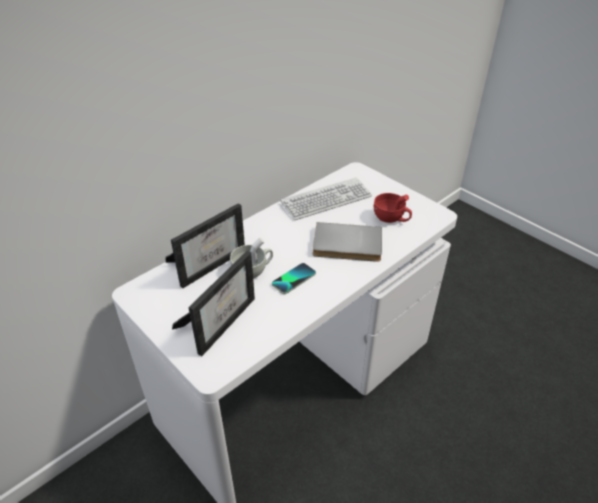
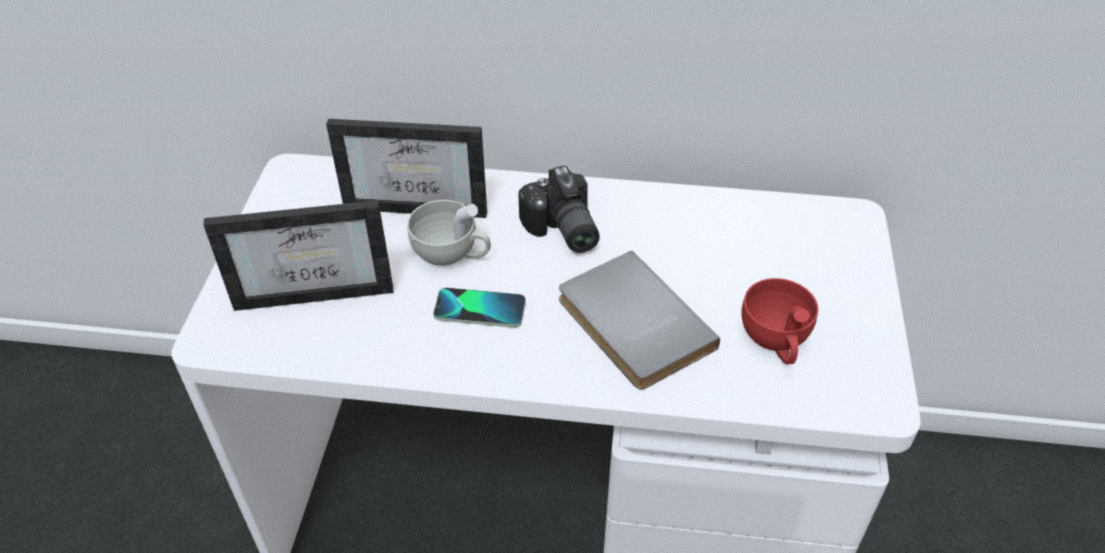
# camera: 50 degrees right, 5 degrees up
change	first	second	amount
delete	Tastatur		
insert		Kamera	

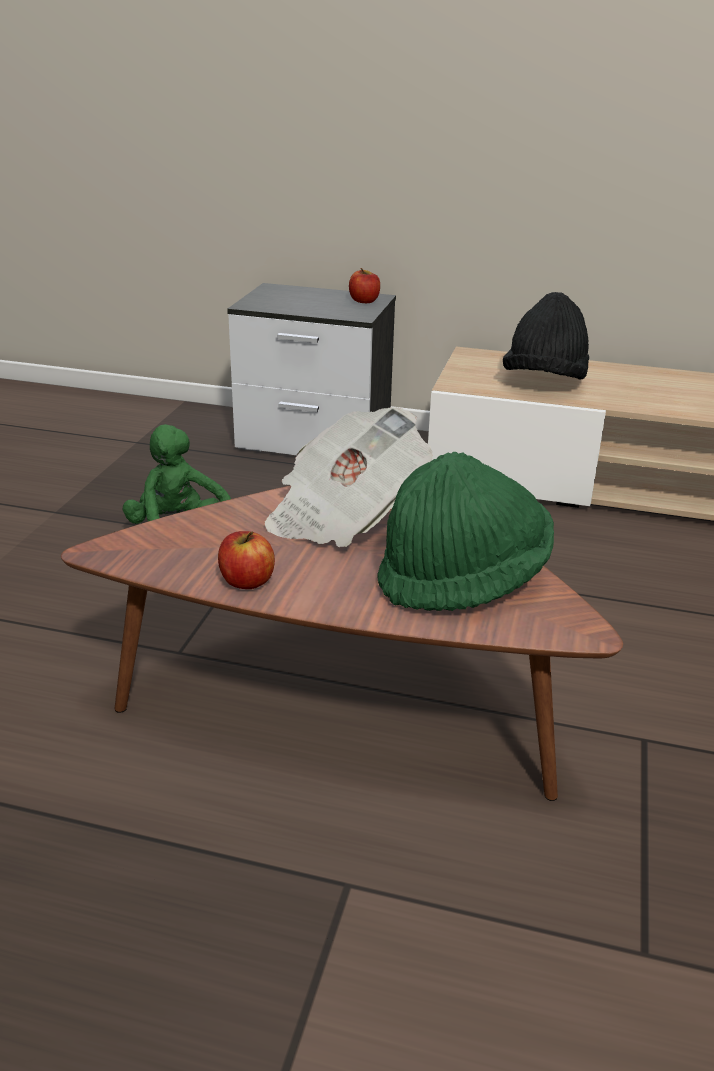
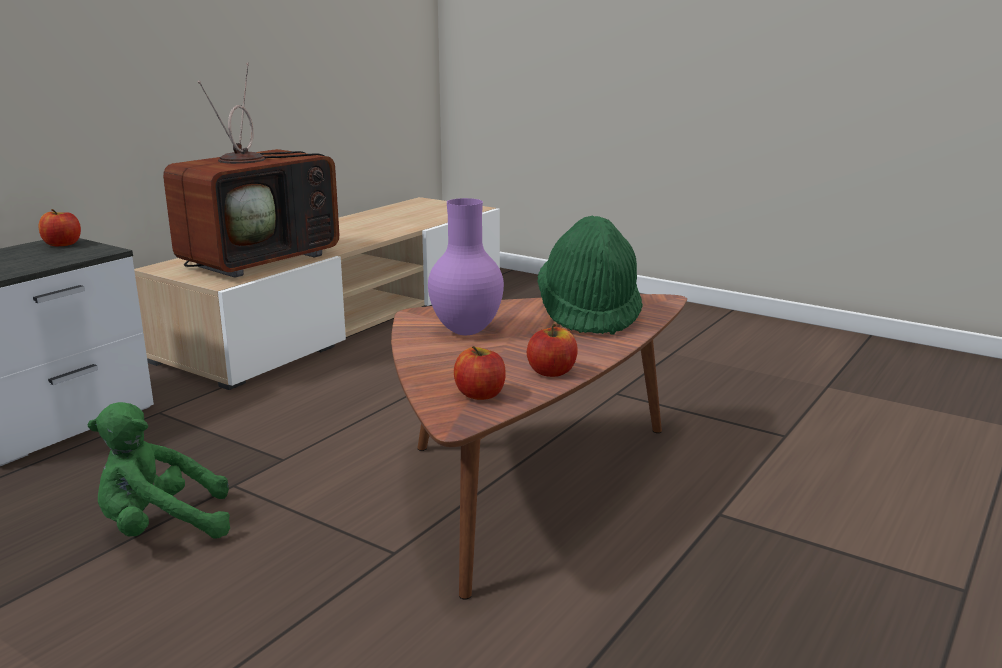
# camera: 70 degrees left, 10 degrees down
change	first	second	amount
insert		Apfel (2nd from left)	
replace	Zeitung	Vase (lila)	
replace	Hut (schwarz)	Fernseher	

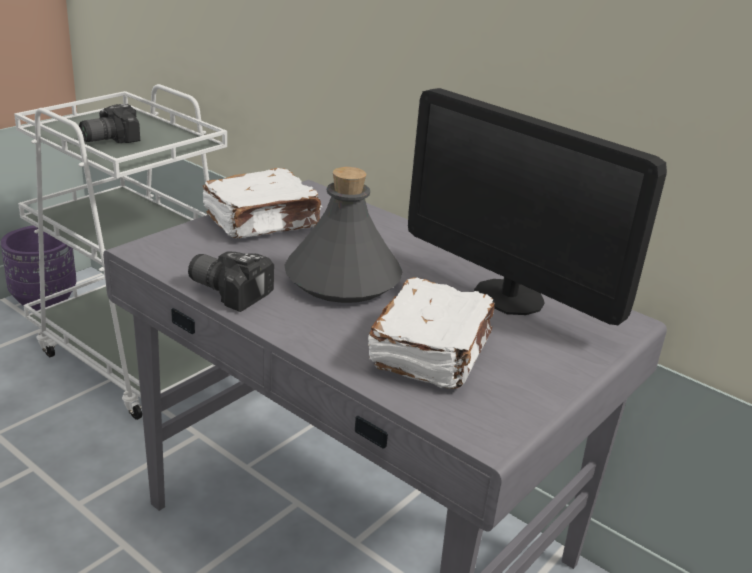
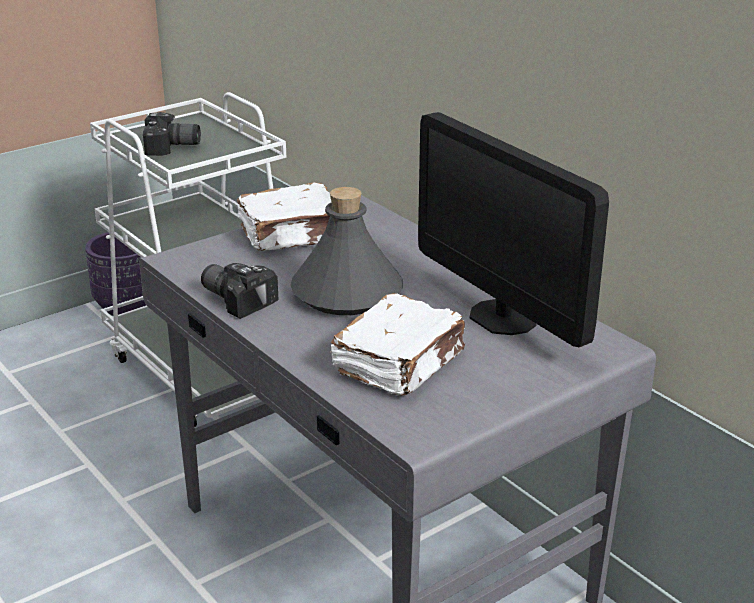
# camera: 15 degrees right, 0 degrees up
change	first	second	amount
rotate	Kamera (1st from left)		150 degrees counterclockwise

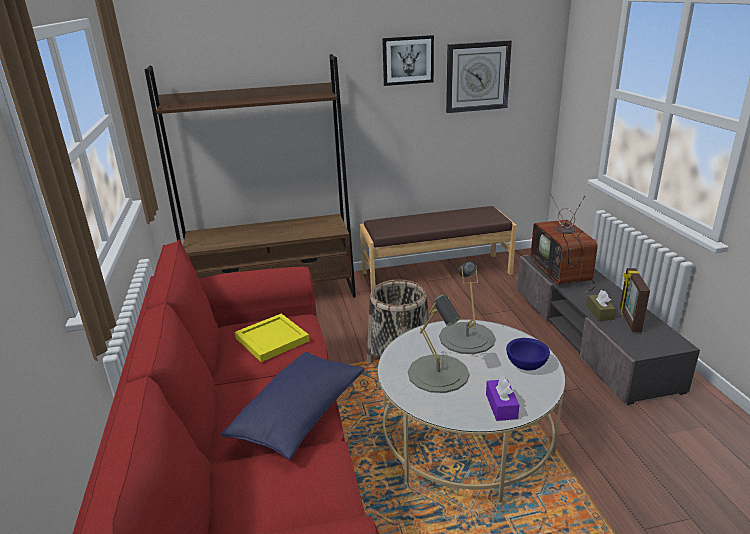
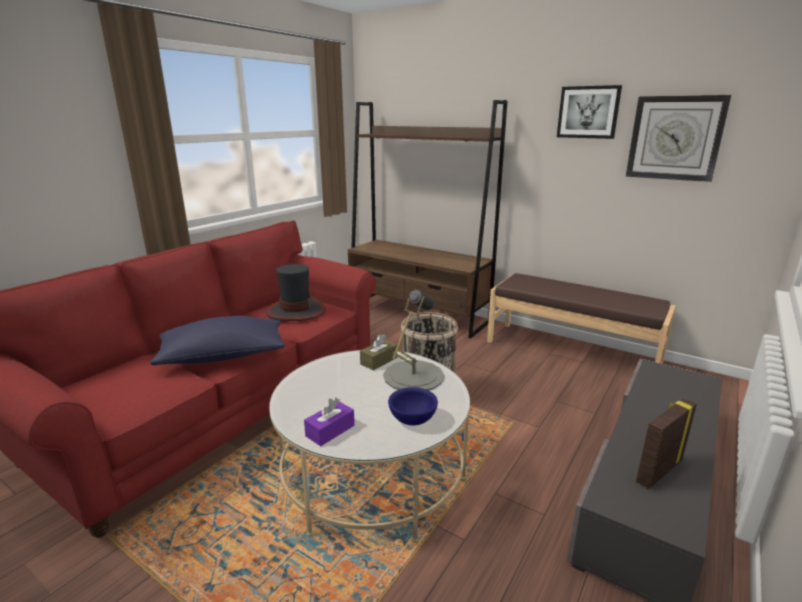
# camera: 45 degrees right, 5 degrees down
change	first	second	amount
delete	Tischlampe (grau) (1st from left)		
delete	Fernseher		
move	Taschentuchbox (braun)		
replace	Tablett (gelb)	Hut	

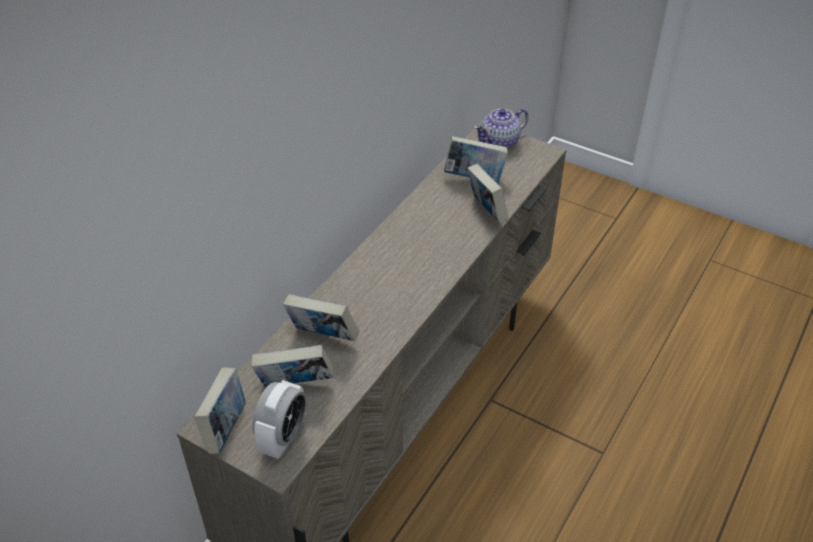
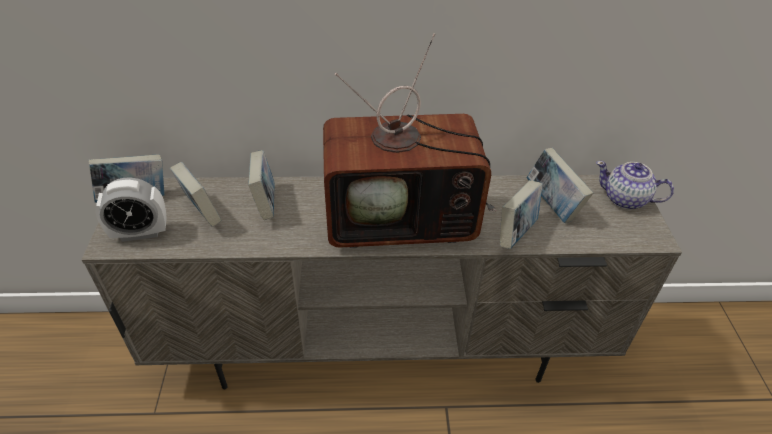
# camera: 55 degrees right, 0 degrees up
change	first	second	amount
insert		Fernseher	

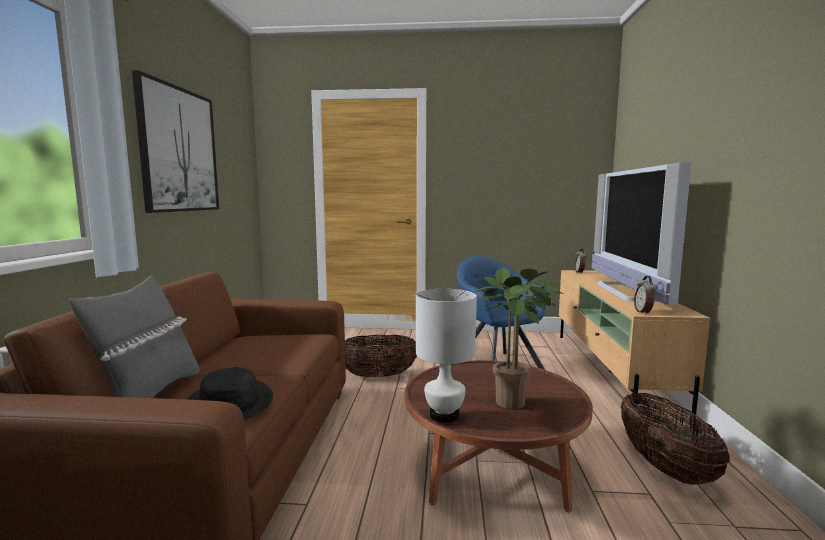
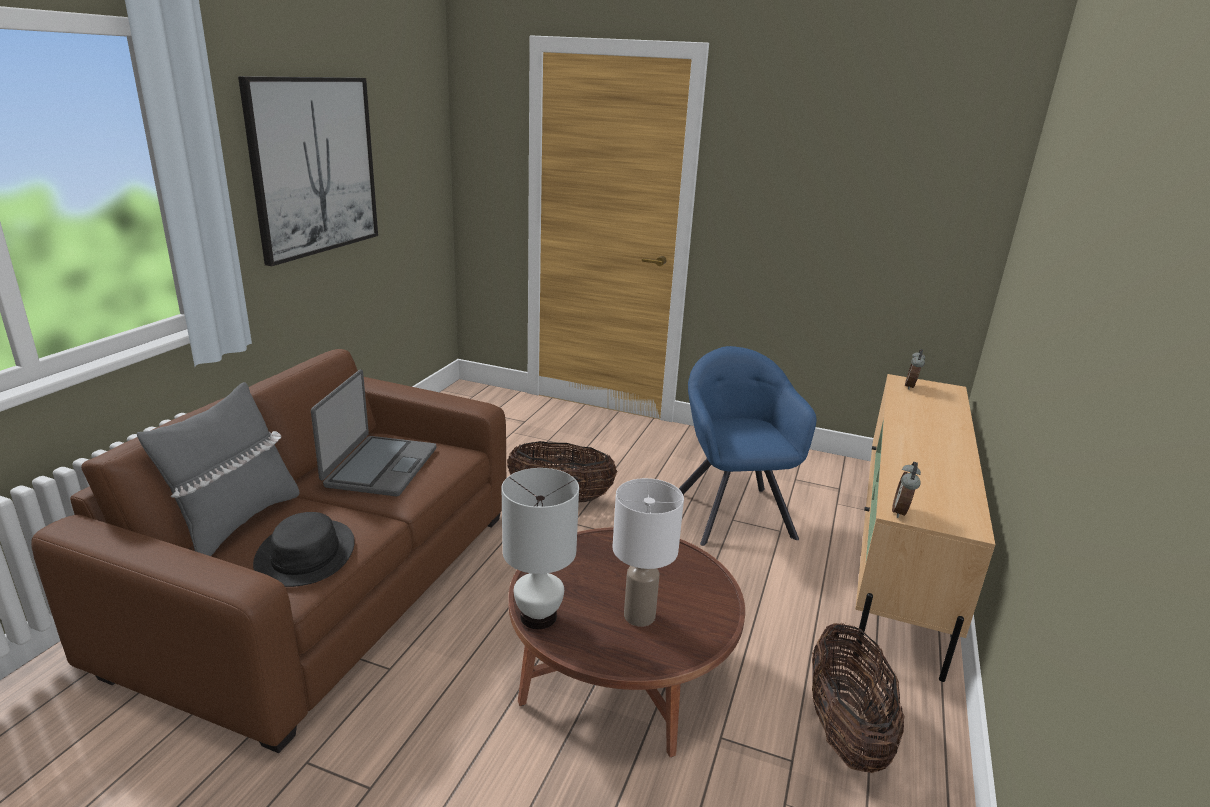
# camera: 15 degrees right, 15 degrees up
change	first	second	amount
delete	Fernseher		
insert		Laptop	
replace	Topfpflanze	Tischlampe (weiß) (2nd from left)	

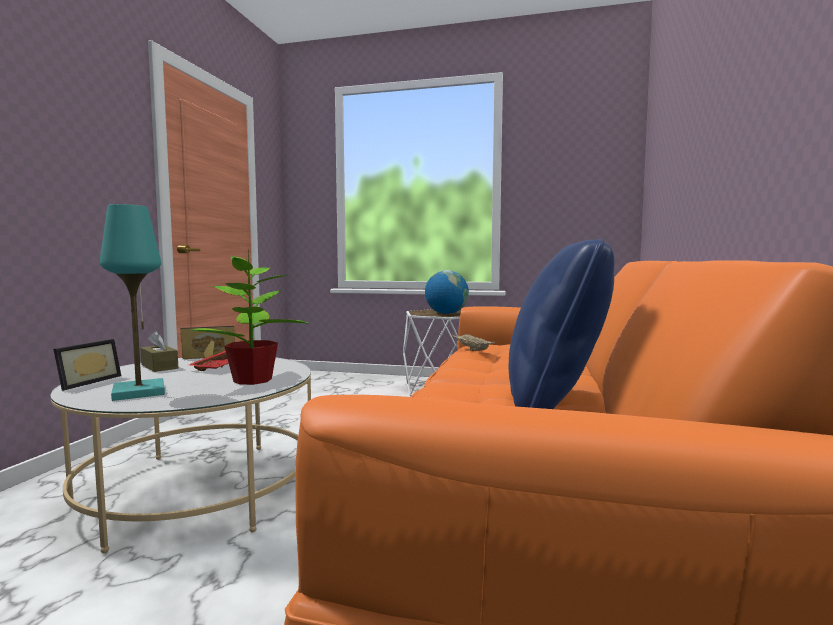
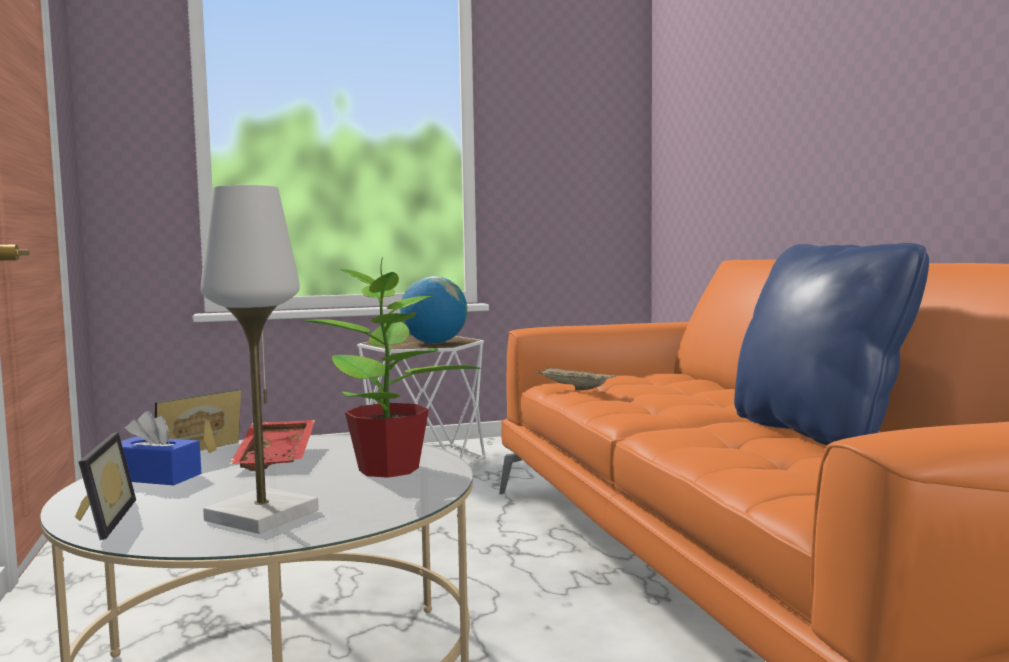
# camera: 30 degrees left, 0 degrees up
change	first	second	amount
recolor	Tischlampe (türkis)	Tischlampe (weiß)	
recolor	Taschentuchbox (braun)	Taschentuchbox (blau)	

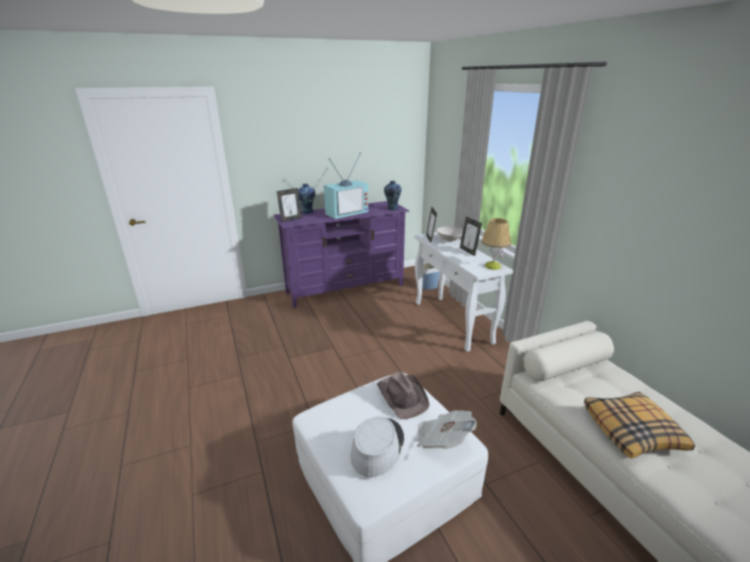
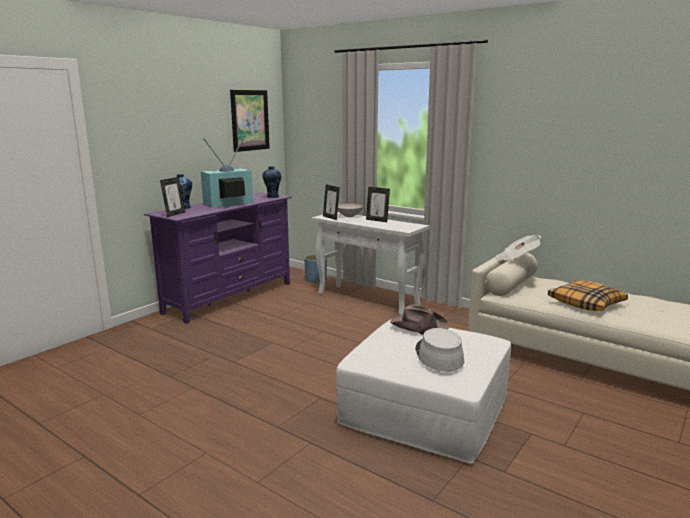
# camera: 30 degrees left, 10 degrees down
change	first	second	amount
delete	Tischlampe		
insert		Bild	
move	Zeitung		
rotate	Fernseher		150 degrees counterclockwise

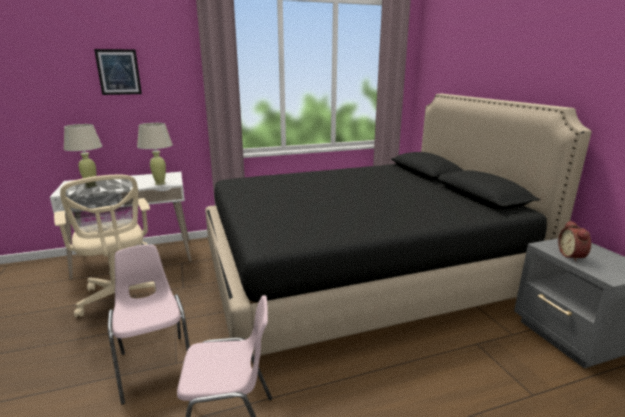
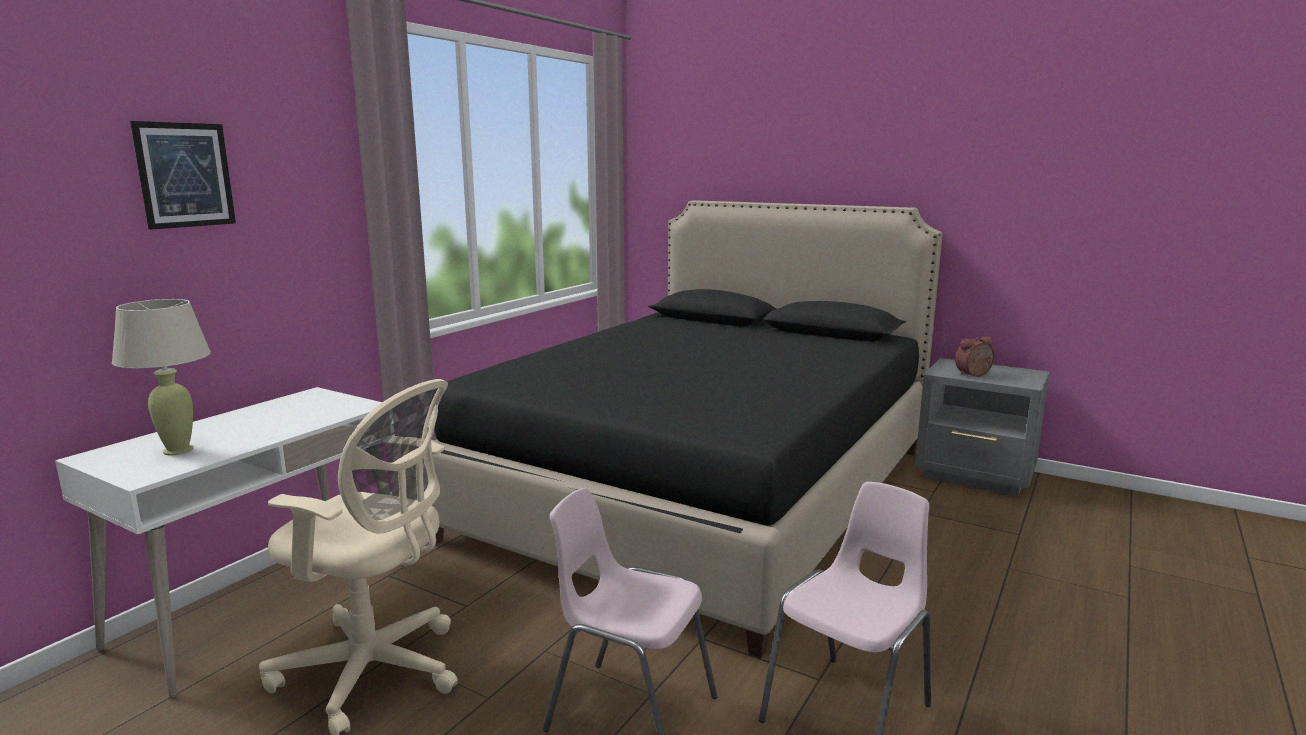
# camera: 40 degrees left, 5 degrees down
change	first	second	amount
delete	Tischlampe (beige) (2nd from left)		
rotate	Wecker		105 degrees clockwise

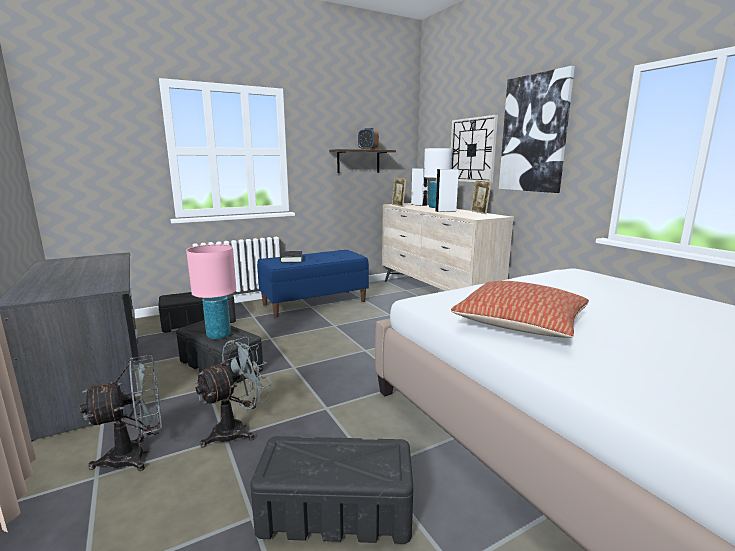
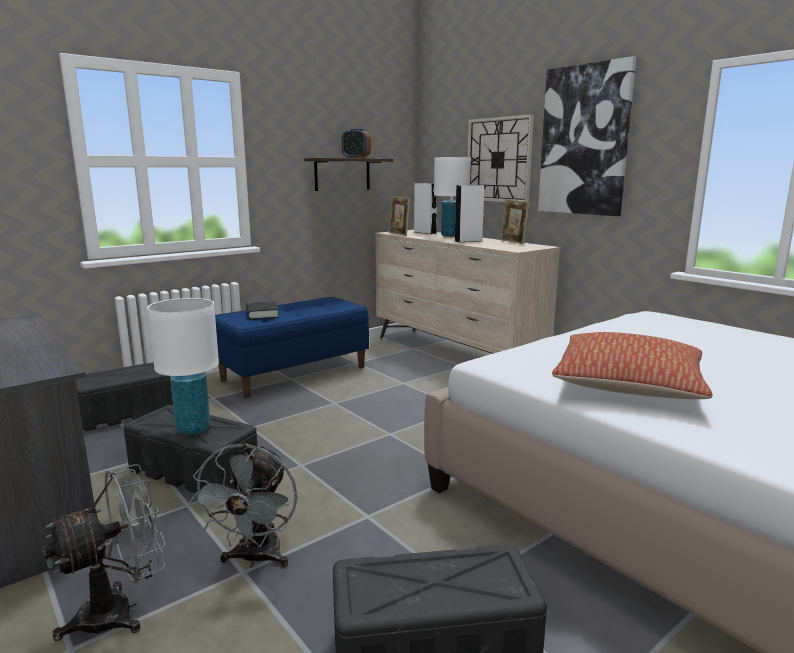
# camera: 10 degrees left, 0 degrees up
change	first	second	amount
recolor	Tischlampe (rosa)	Tischlampe (weiß) (1st from left)	
rotate	Ventilator (grau) (2nd from left)		150 degrees clockwise

